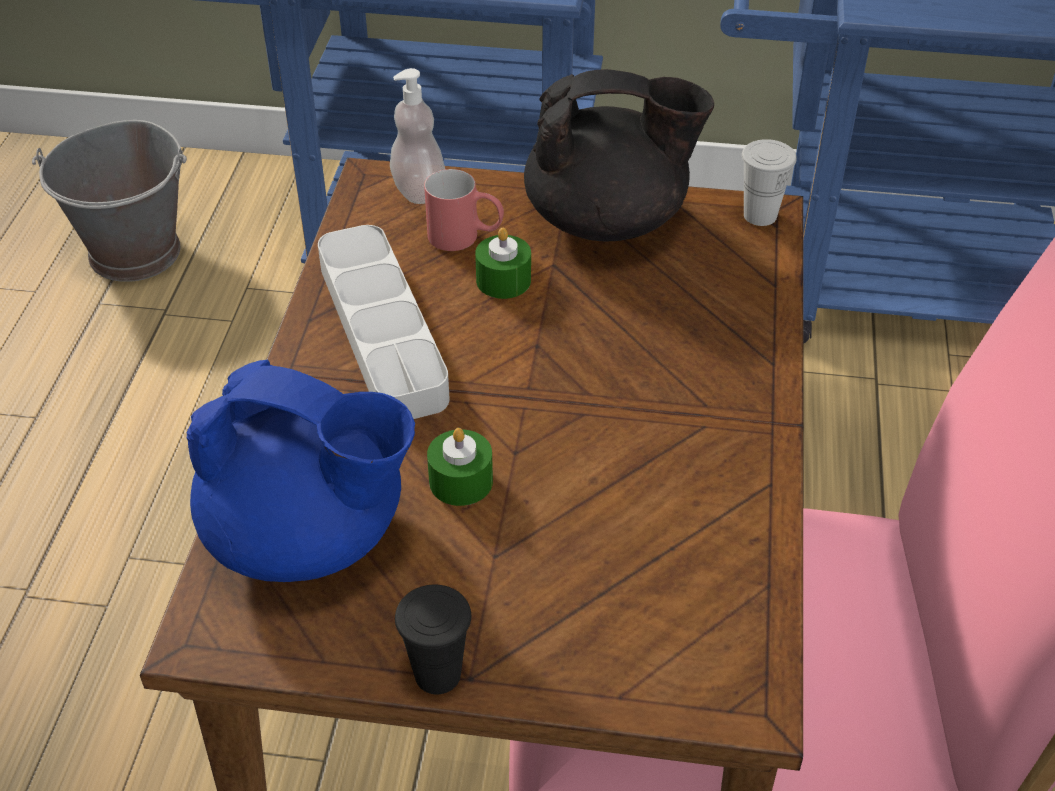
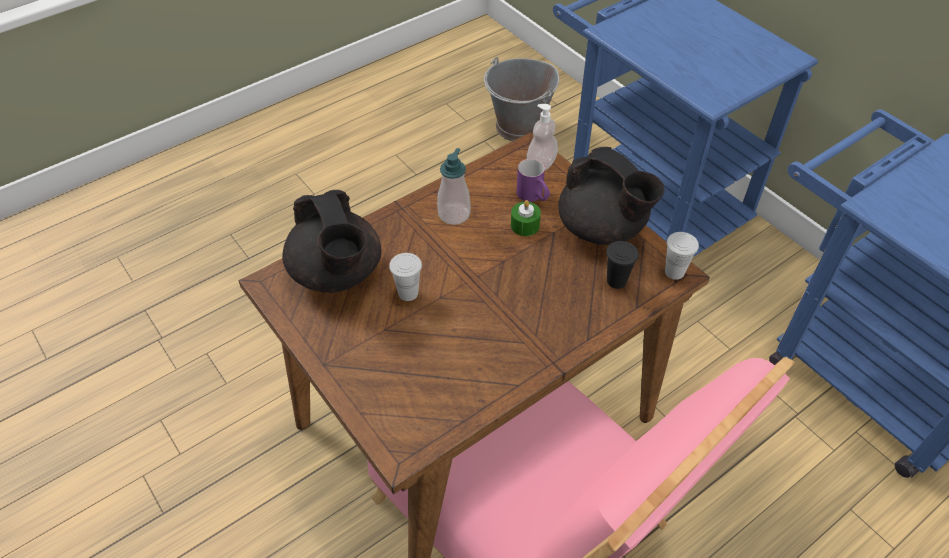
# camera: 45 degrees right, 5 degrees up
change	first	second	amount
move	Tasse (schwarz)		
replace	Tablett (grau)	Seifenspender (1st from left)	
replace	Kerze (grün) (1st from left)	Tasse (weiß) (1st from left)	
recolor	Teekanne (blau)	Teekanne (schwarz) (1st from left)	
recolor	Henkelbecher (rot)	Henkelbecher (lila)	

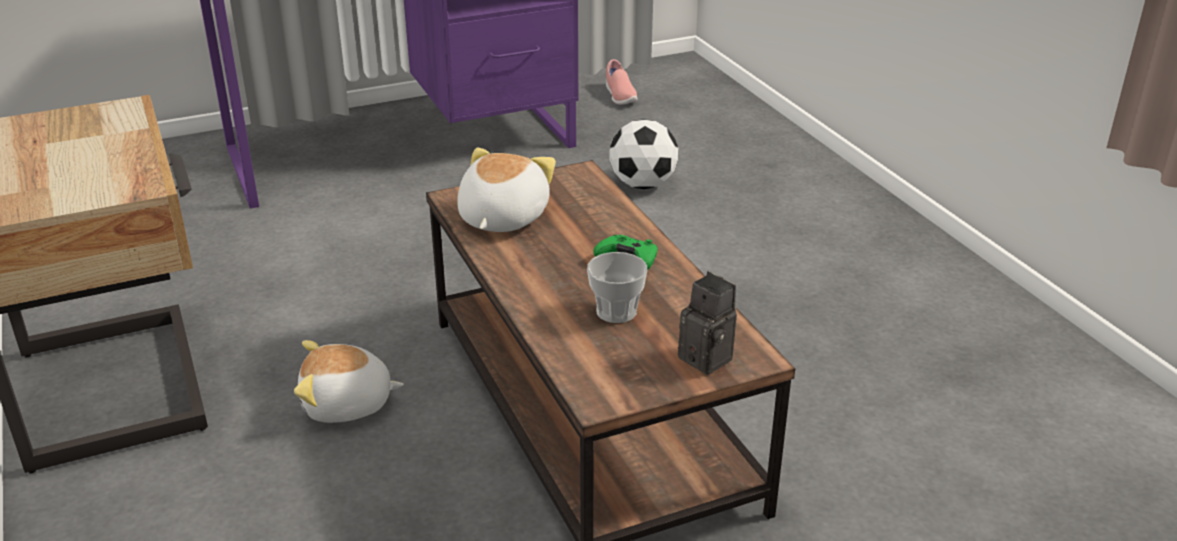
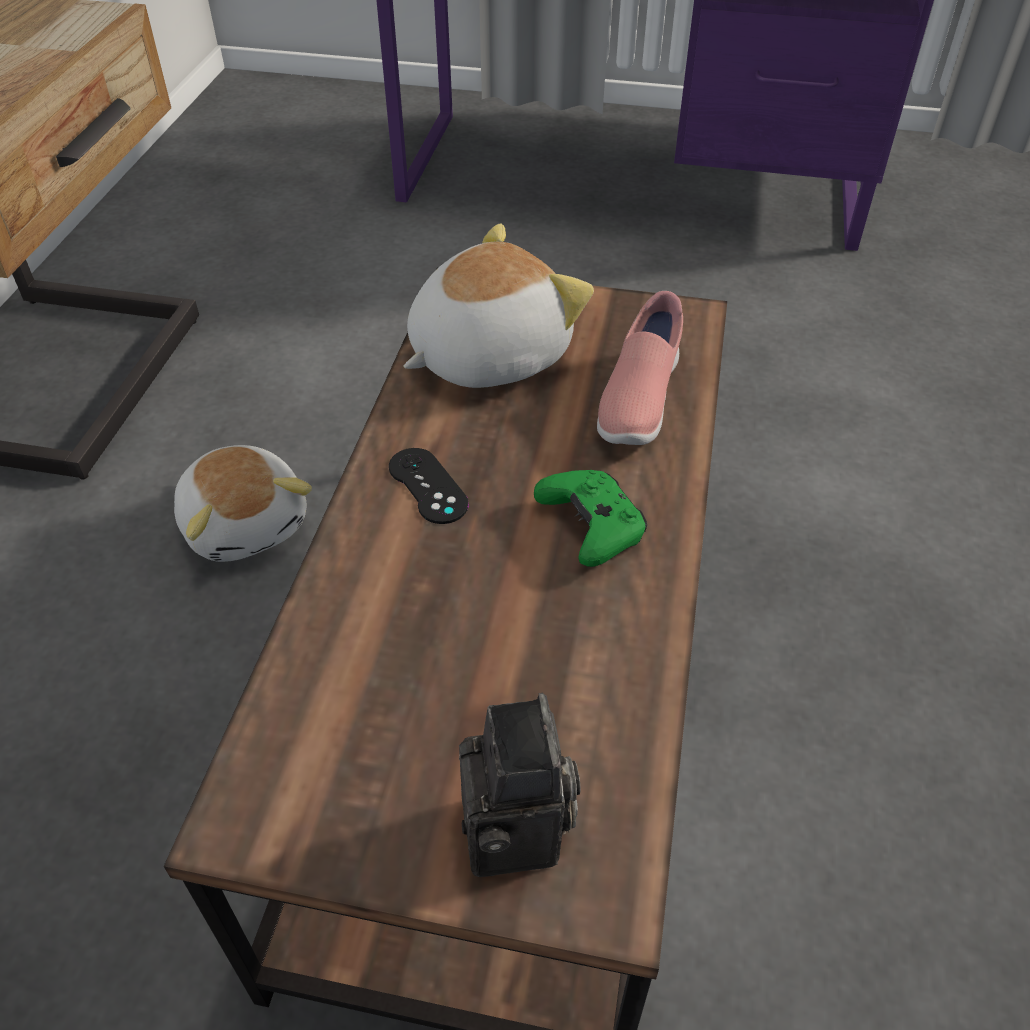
# camera: 35 degrees right, 15 degrees up
change	first	second	amount
delete	Tasse		
delete	Fußball		
insert		Gamepad (schwarz)	
move	Schuh (rosa)		
rotate	Plüschtier (1st from left)		150 degrees counterclockwise

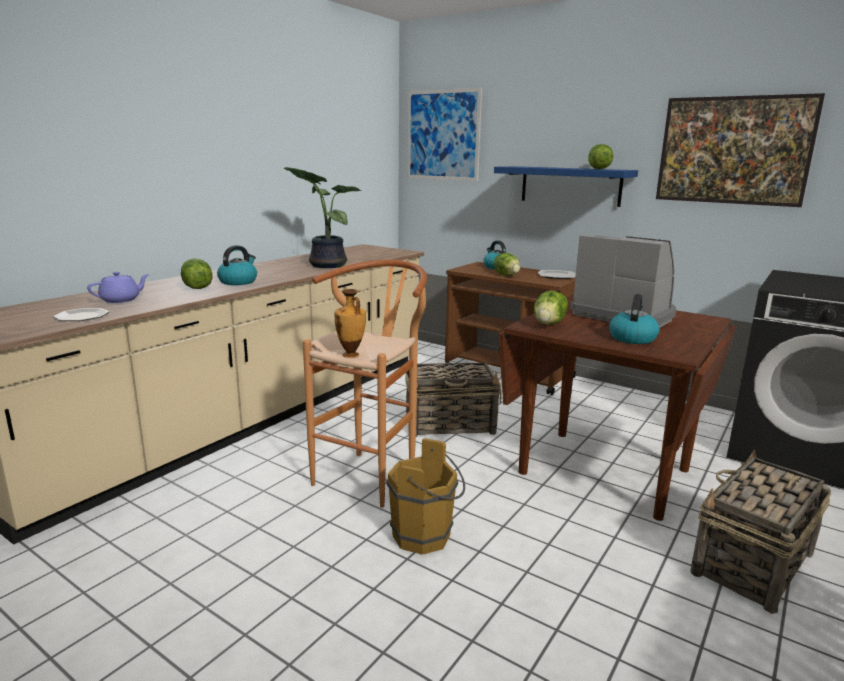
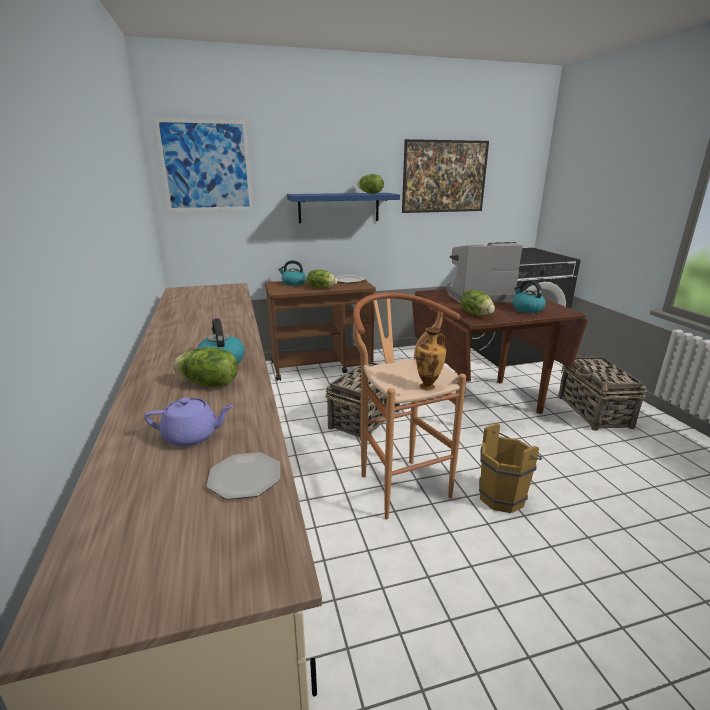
# camera: 50 degrees left, 5 degrees up
change	first	second	amount
delete	Topfpflanze		
rotate	Teekanne (lila)		90 degrees clockwise

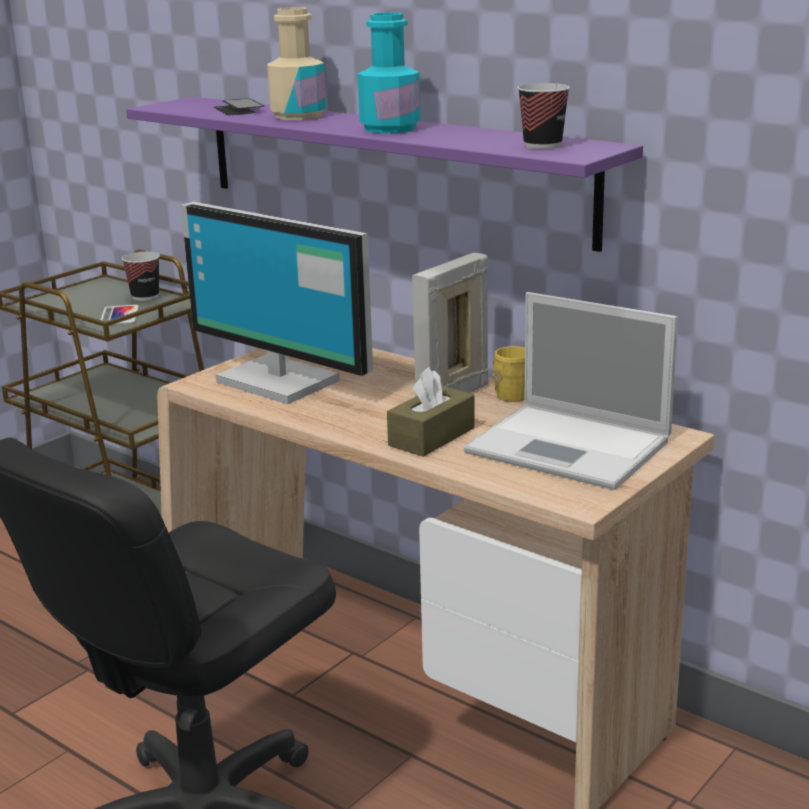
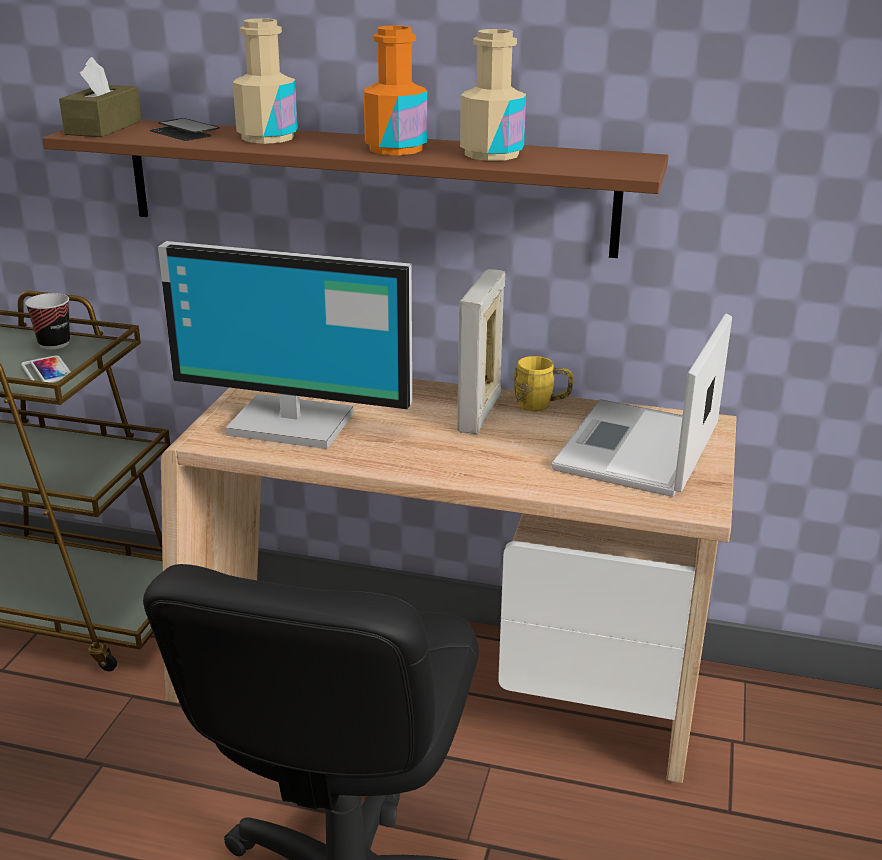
# camera: 25 degrees left, 5 degrees up
change	first	second	amount
delete	Tasse (2nd from left)		
insert		Flasche (beige) (2nd from left)	
move	Taschentuchbox (braun)		
recolor	Wandregal (lila)	Wandregal (braun)	
recolor	Flasche (türkis)	Flasche (orange)	
rotate	Laptop		105 degrees clockwise

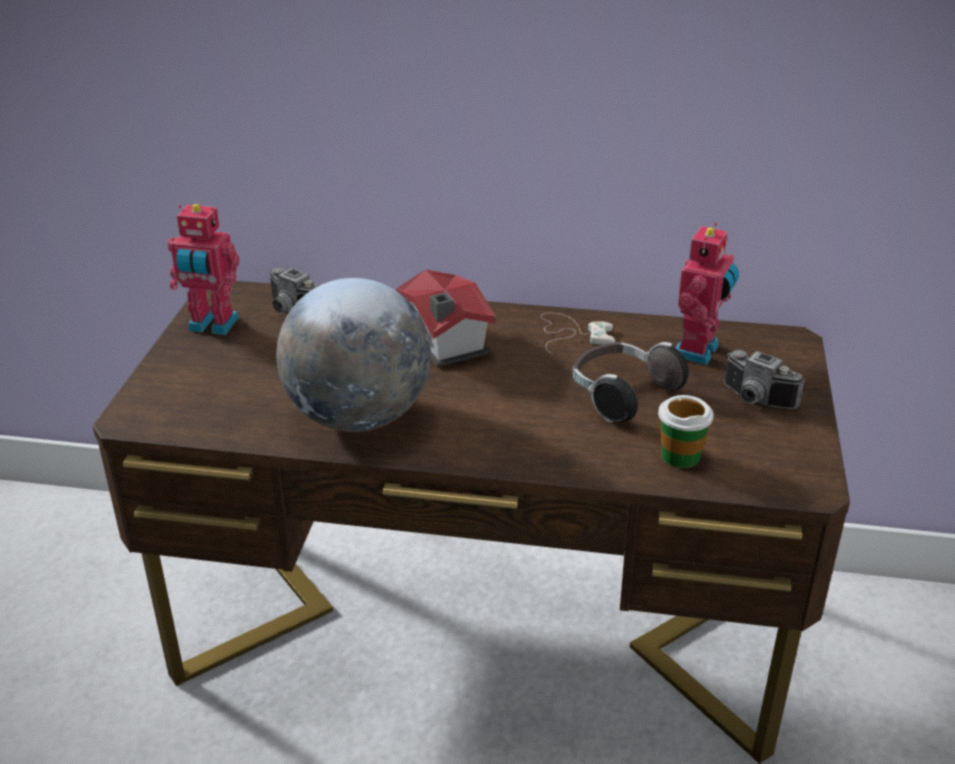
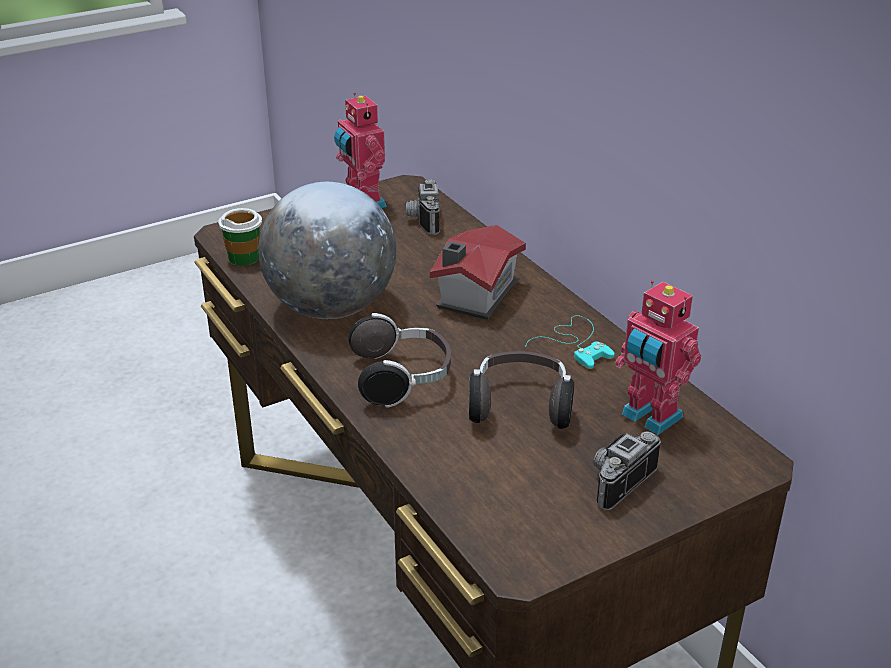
# camera: 50 degrees right, 0 degrees up
change	first	second	amount
insert		Kopfhörer (1st from left)	
move	Tasse		
recolor	Gamepad (weiß)	Gamepad (türkis)	
rotate	Spielzeugroboter (2nd from left)		60 degrees clockwise
rotate	Kamera (2nd from left)		45 degrees clockwise

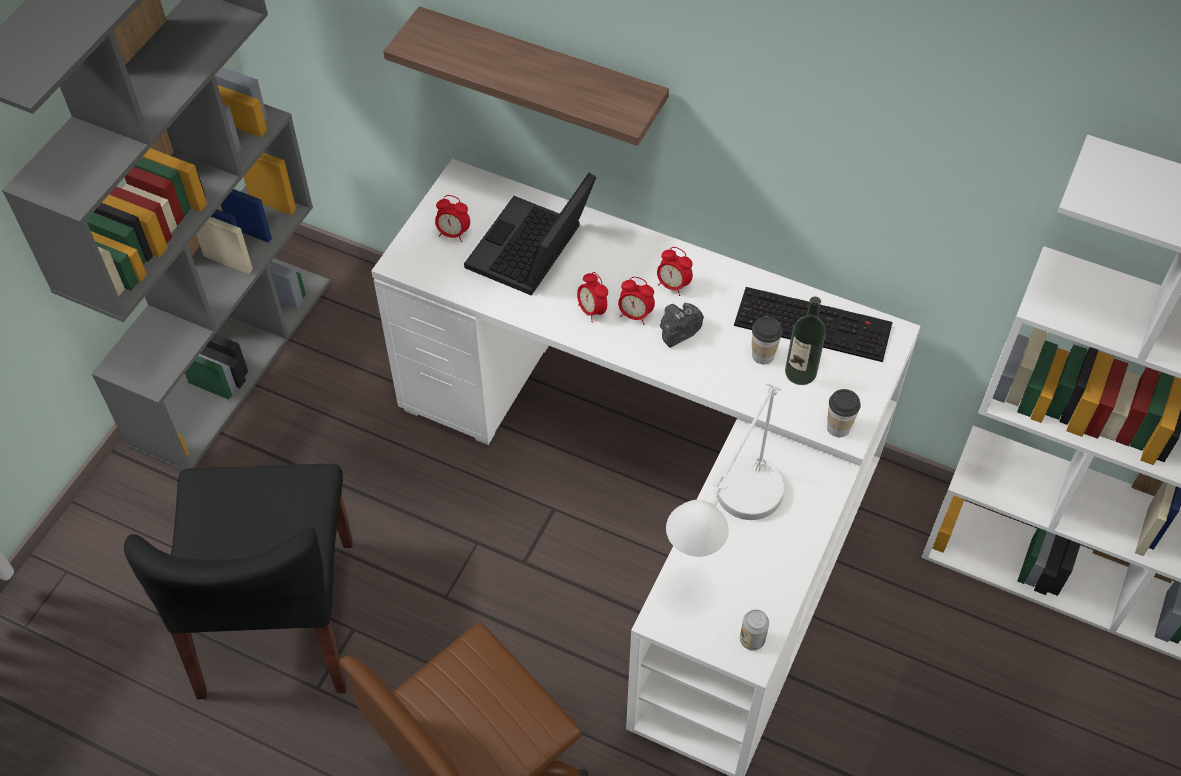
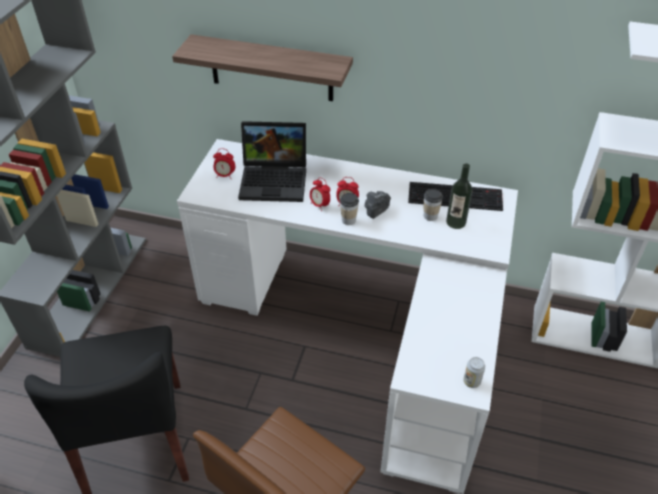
# camera: 10 degrees left, 10 degrees down
change	first	second	amount
delete	Wecker (4th from left)		
delete	Tischlampe (weiß)		
move	Tasse (2nd from left in the first image)	Tasse (1st from left)	
rotate	Laptop		105 degrees counterclockwise

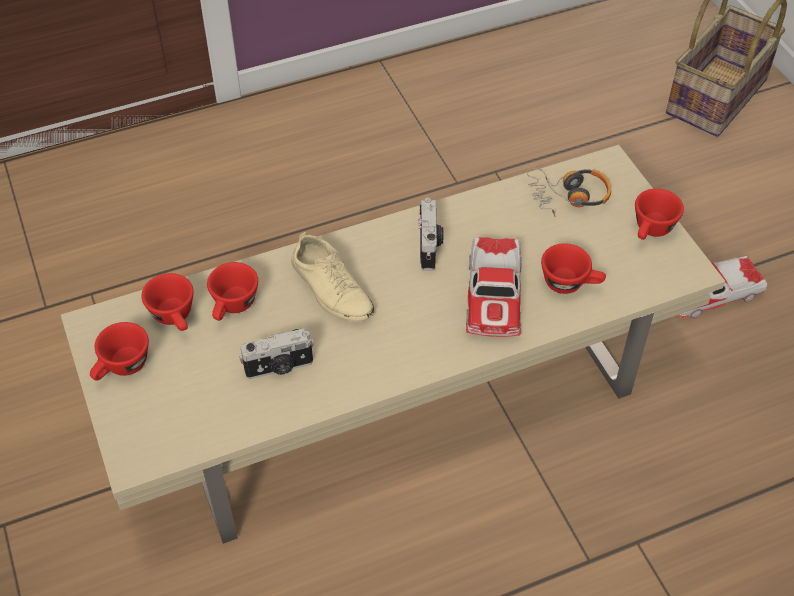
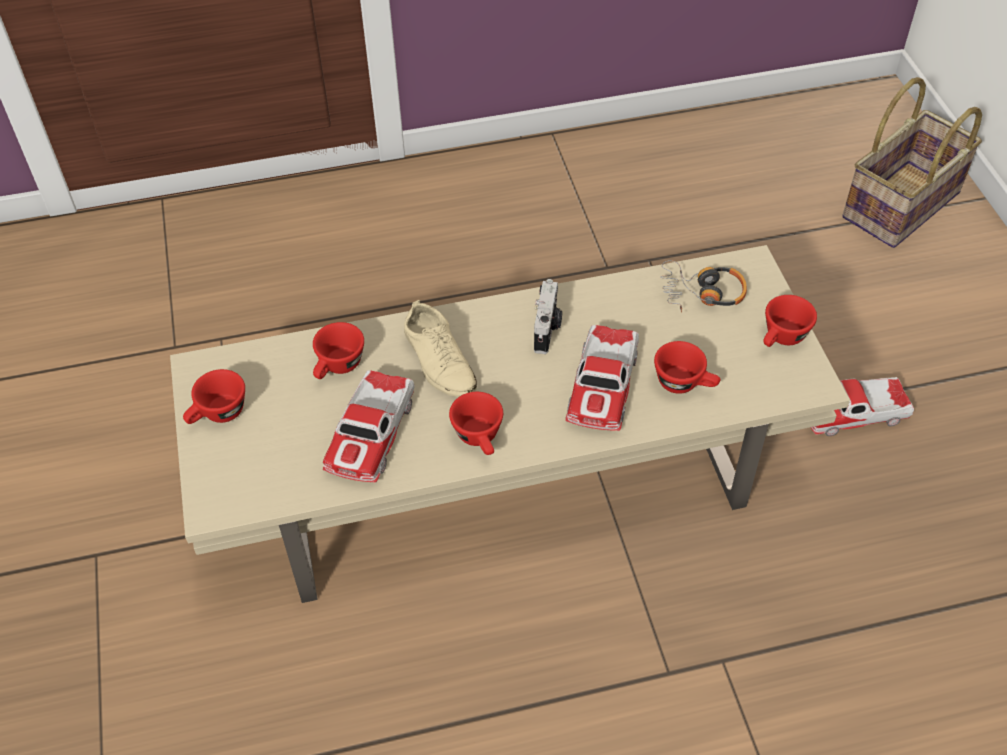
# camera: 10 degrees right, 0 degrees up
change	first	second	amount
move	Tasse (rot) (2nd from left in the first image)	Tasse (rot) (3rd from left)	
replace	Kamera (1st from left)	Spielzeugauto (1st from left)	

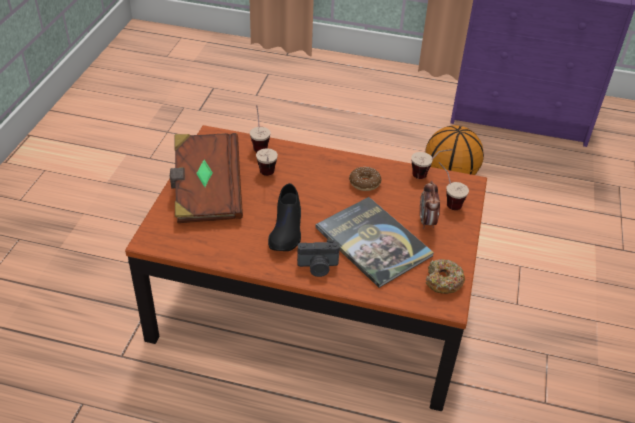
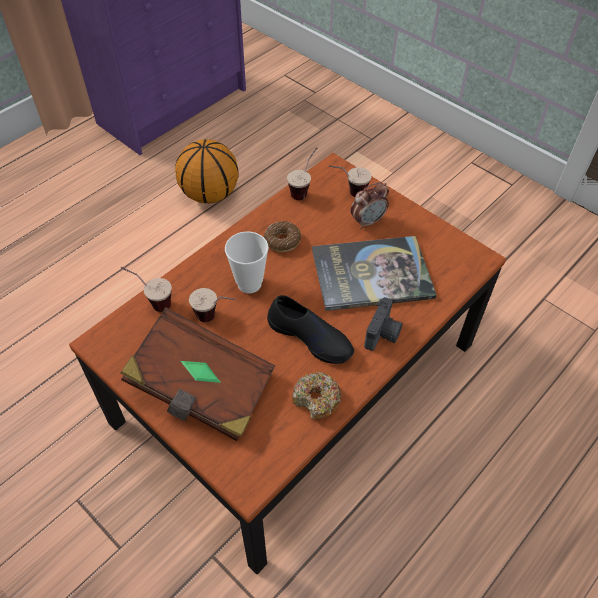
# camera: 60 degrees left, 10 degrees up
change	first	second	amount
insert		Tasse (3rd from left)	
move	Donut (2nd from left)		
rotate	Wecker		60 degrees counterclockwise

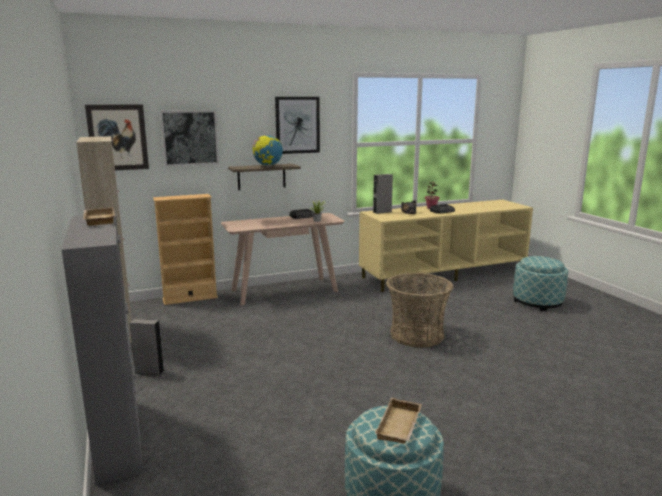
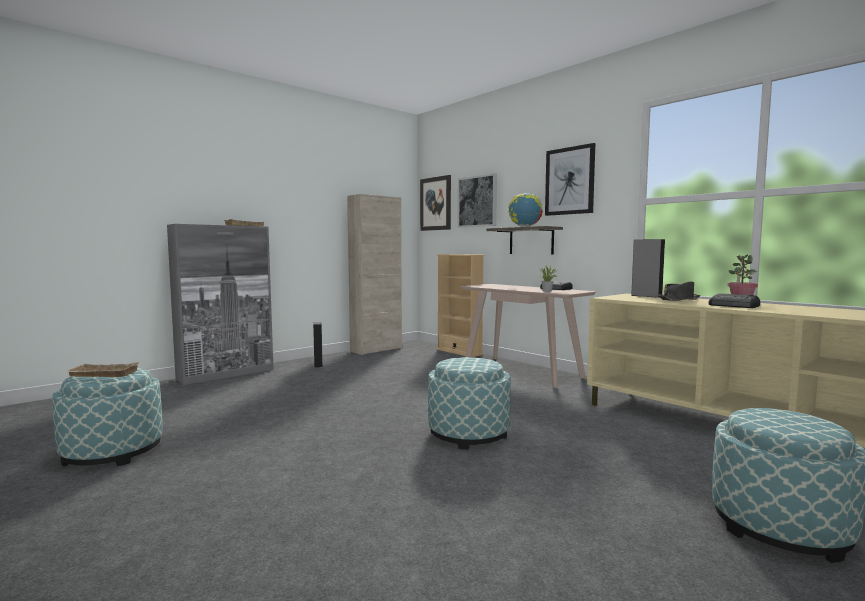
# camera: 70 degrees right, 10 degrees down
change	first	second	amount
replace	Korb	Polsterhocker (2nd from left)	

